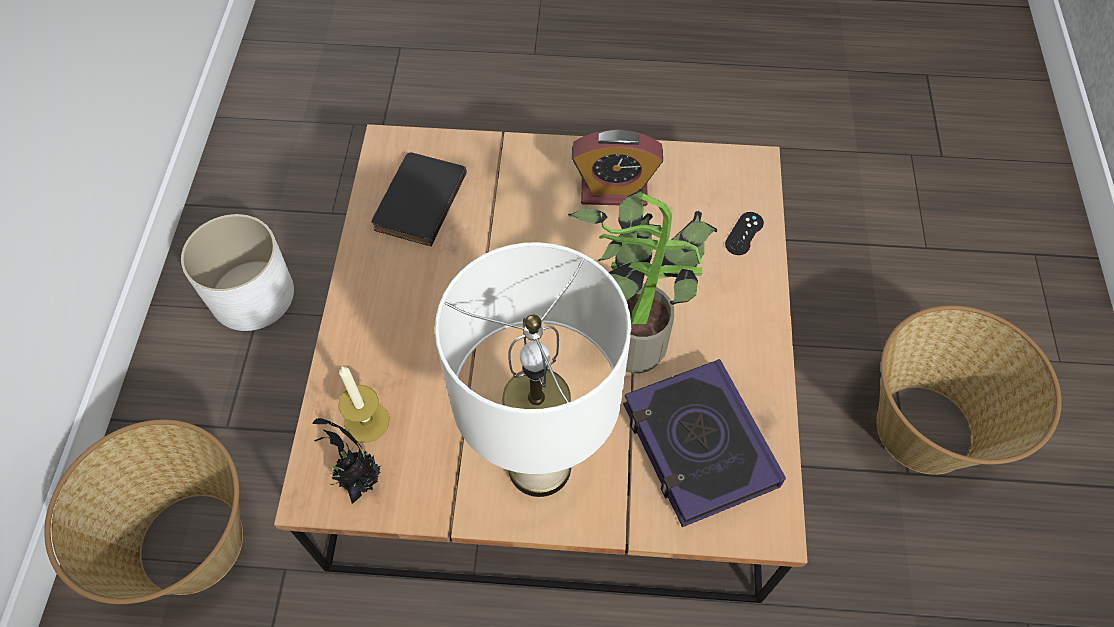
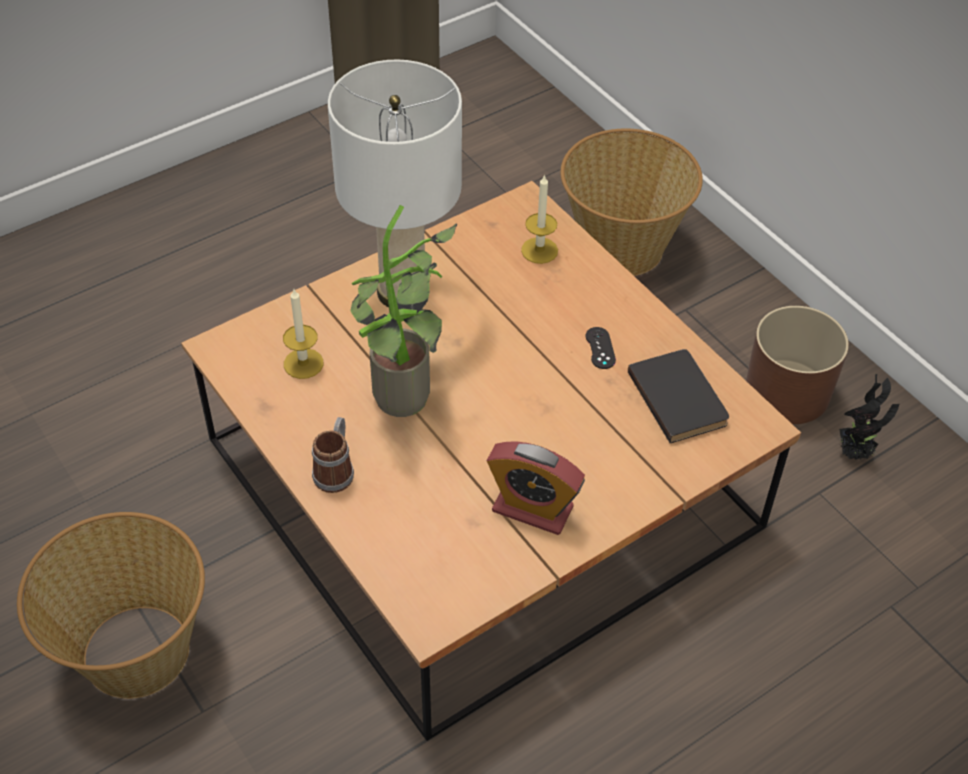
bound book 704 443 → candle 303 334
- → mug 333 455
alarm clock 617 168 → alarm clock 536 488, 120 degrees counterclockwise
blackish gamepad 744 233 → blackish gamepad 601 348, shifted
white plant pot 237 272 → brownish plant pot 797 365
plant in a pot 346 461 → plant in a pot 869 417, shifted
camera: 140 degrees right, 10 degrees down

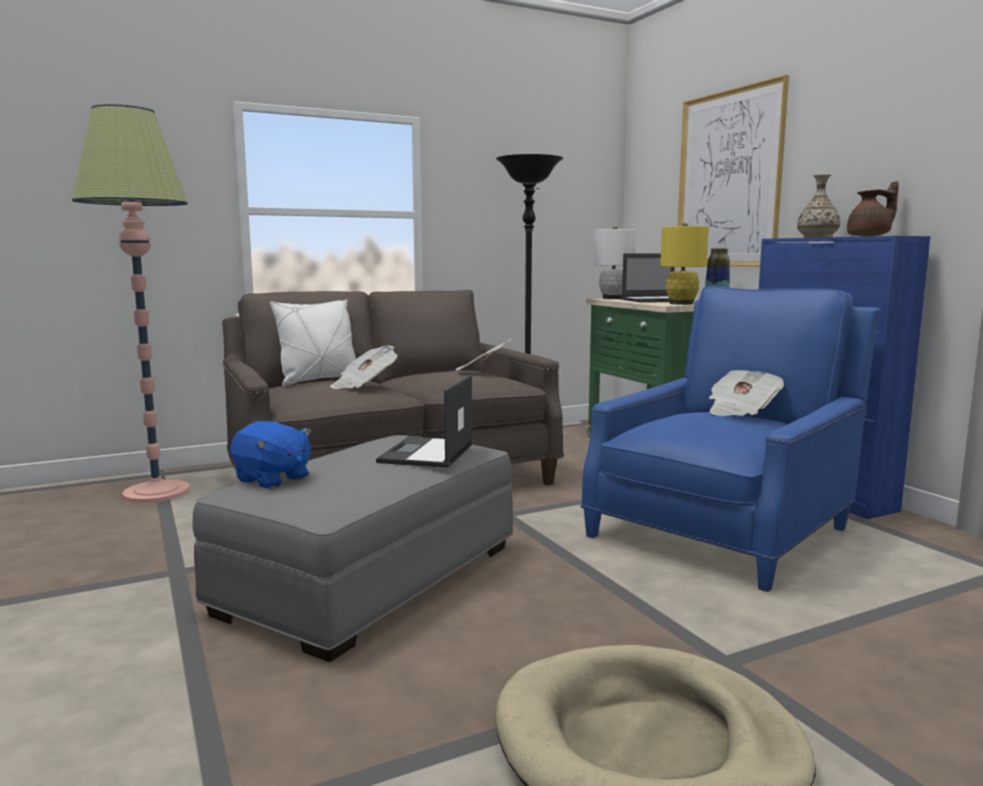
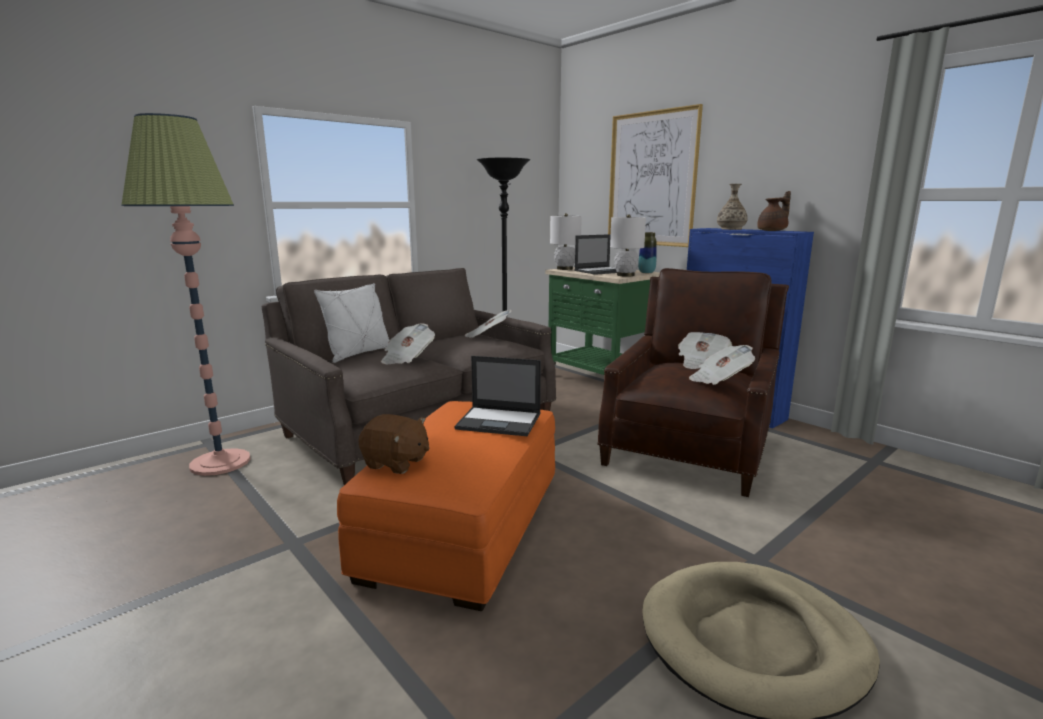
greyish ottoman 352 548 → orange-coloured ottoman 446 506
bluish cuddly toy 271 455 → brownish cuddly toy 393 444
laptop 424 421 → laptop 497 396, 75 degrees counterclockwise
bluish armchair 731 439 → brownish armchair 693 382
yellowish tabletop lamp 684 264 → white tabletop lamp 628 245
- → daily paper 722 365
camera: 15 degrees left, 5 degrees up

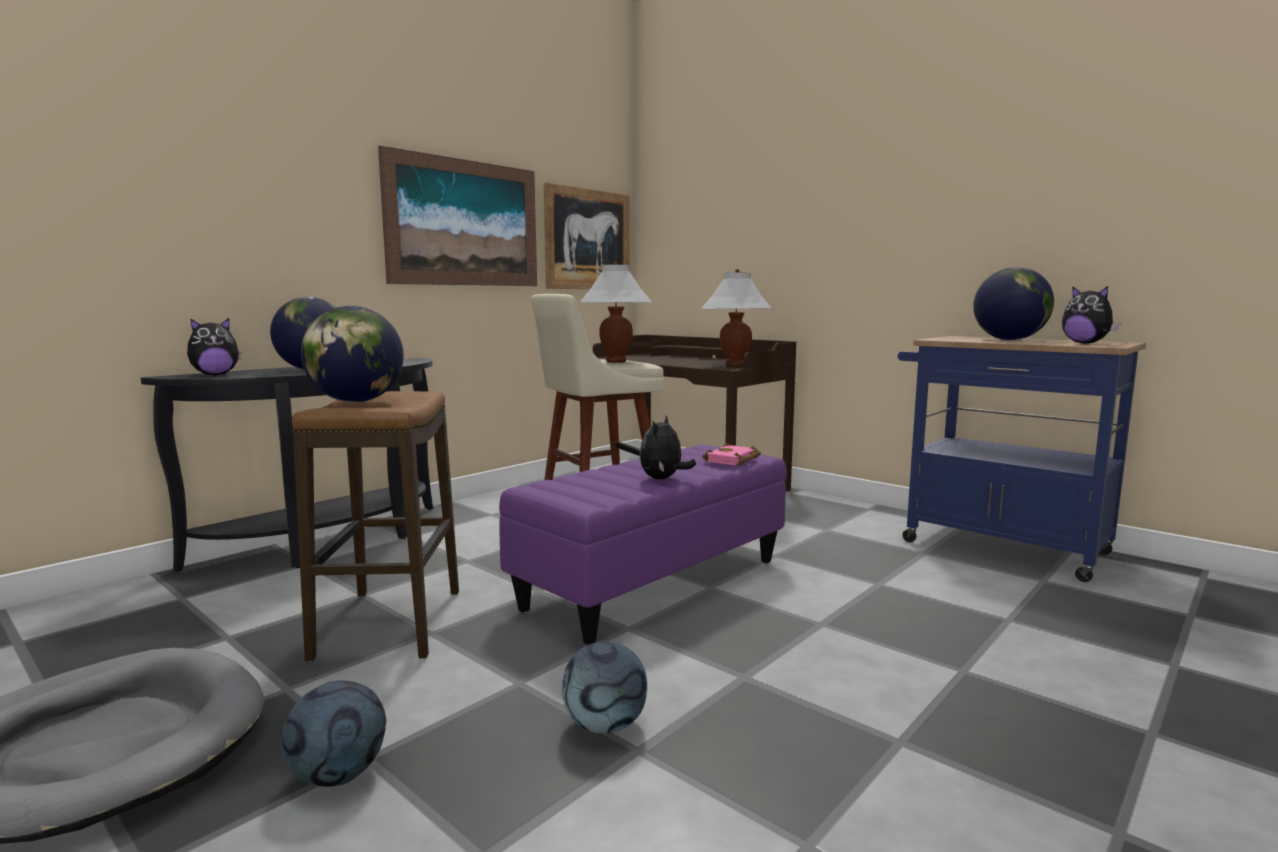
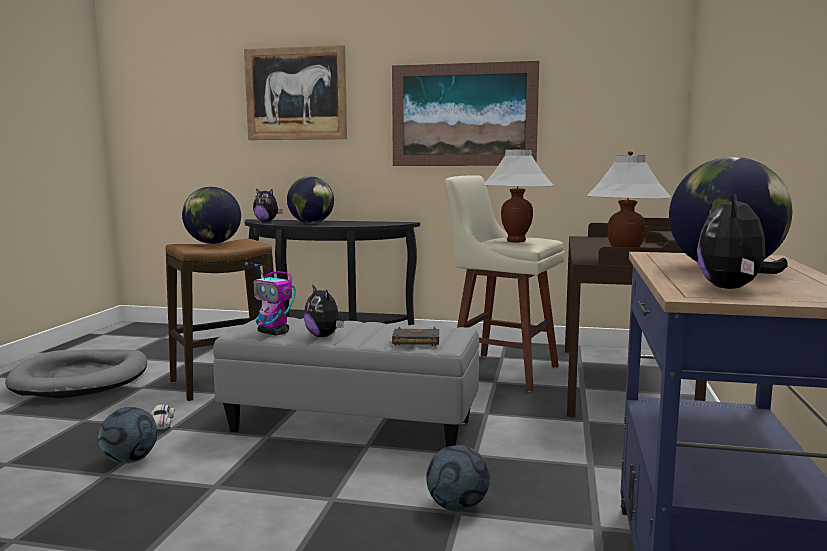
- → white toy car 163 416
purple-coloured ottoman 643 544 → greyish ottoman 346 382
wall art 587 236 → wall art 295 92, shifted
- → robot figure 270 298
cuddly toy 668 447 → cuddly toy 324 310, 120 degrees counterclockwise
pinkish bound book 731 454 → blackish bound book 415 336
ball for football 333 733 → ball for football 458 478, shifted
camera: 60 degrees right, 0 degrees up

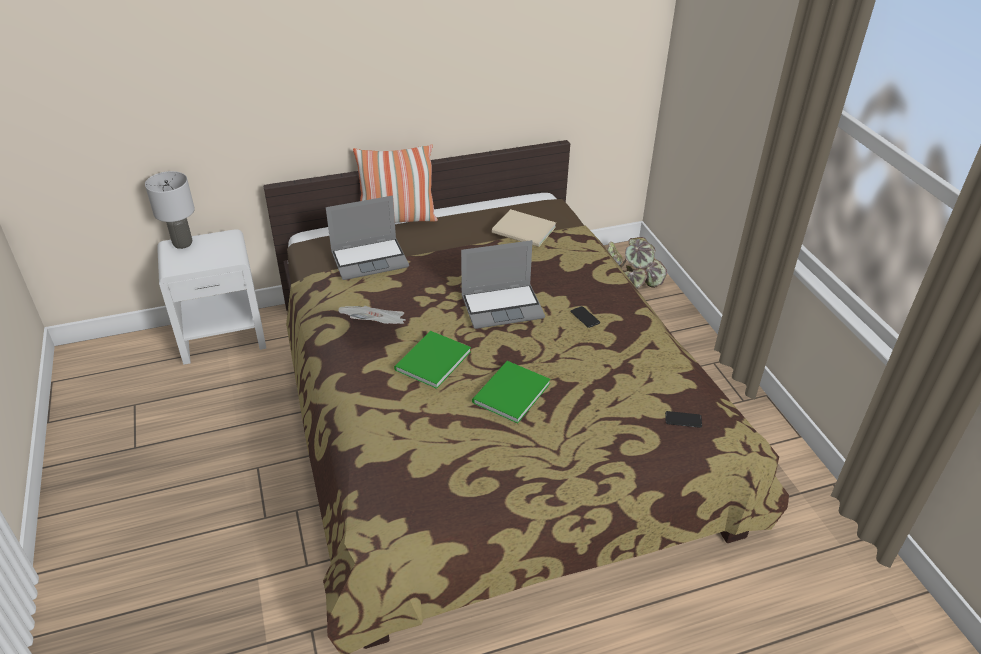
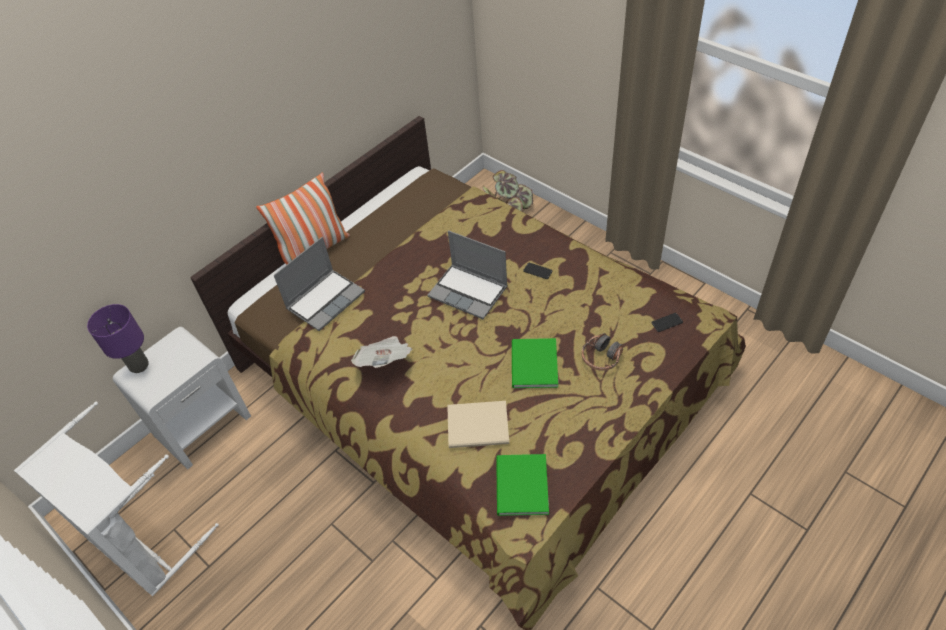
- → white laundry basket 116 499
white tabletop lamp 170 210 → purple-coloured tabletop lamp 118 338
laptop 503 284 → laptop 468 275, 75 degrees clockwise
beige bound book 524 228 → beige bound book 478 424, shifted
greenish bound book 432 360 → greenish bound book 522 485, shifted
- → headphones 602 352
camera: 25 degrees left, 10 degrees up

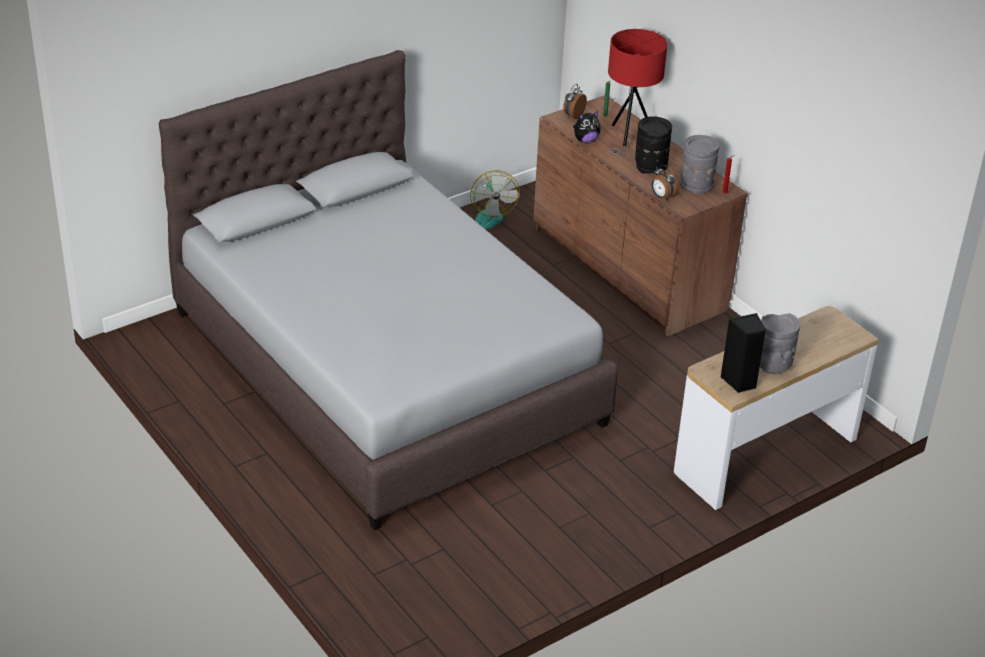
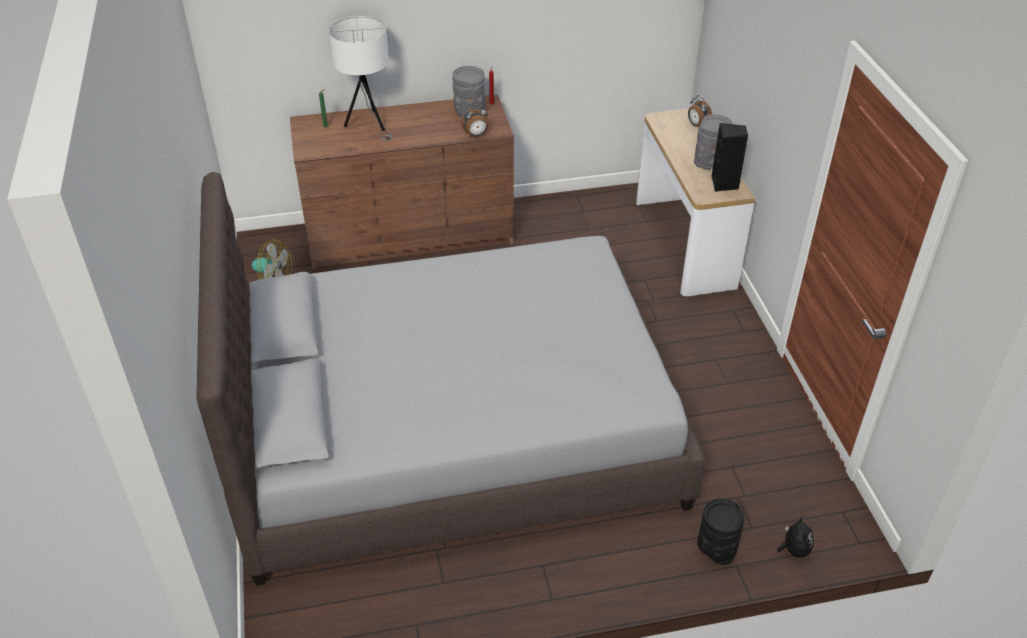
red tabletop lamp 638 91 → white tabletop lamp 360 78
alarm clock 575 101 → alarm clock 700 111, shifted
blackish vase 653 145 → blackish vase 720 531, shifted
cuddly toy 587 127 → cuddly toy 795 537, shifted
camera: 65 degrees left, 5 degrees up

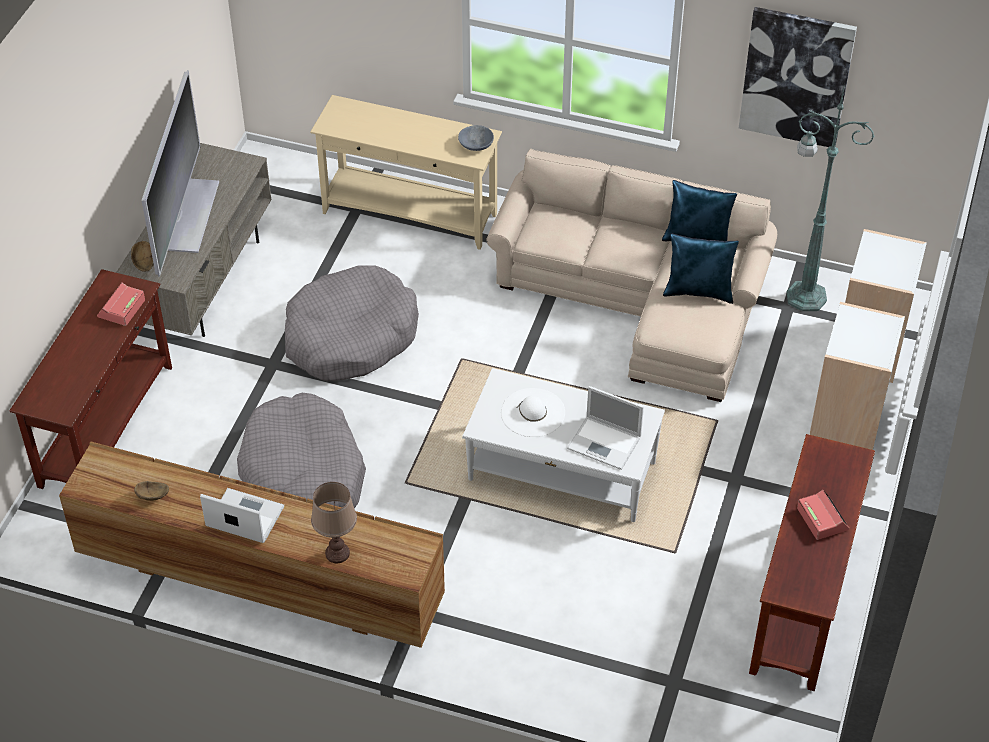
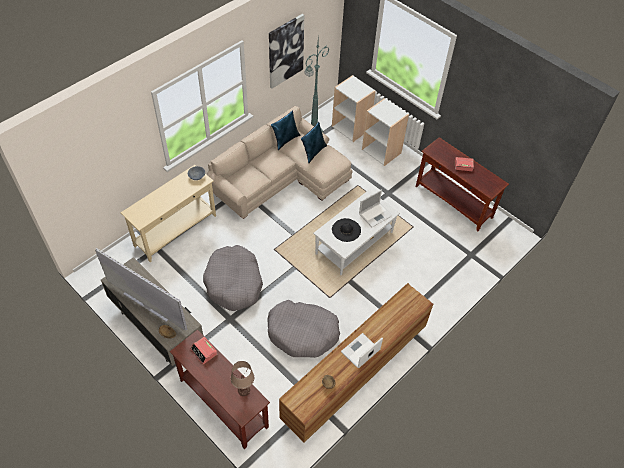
brownish tabletop lamp 334 522 → brownish tabletop lamp 242 378, shifted
white hat 533 412 → blackish hat 346 230
camera: 65 degrees left, 5 degrees up

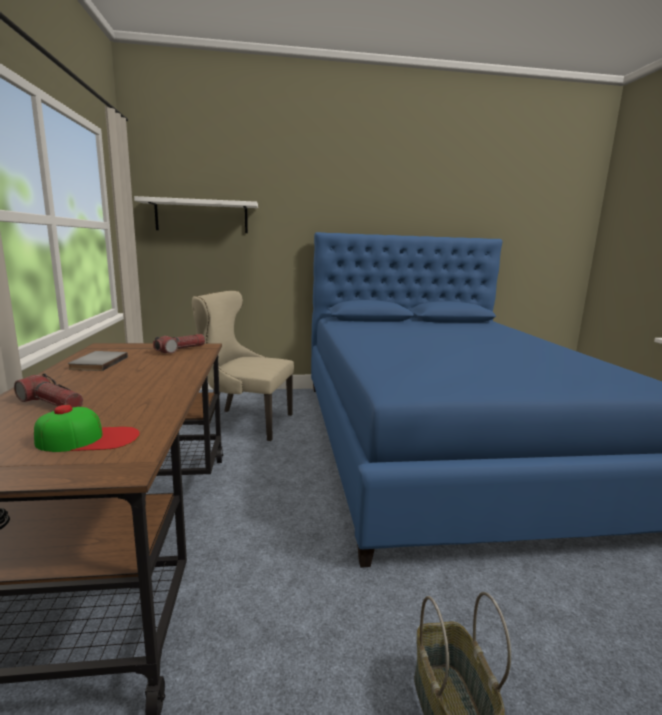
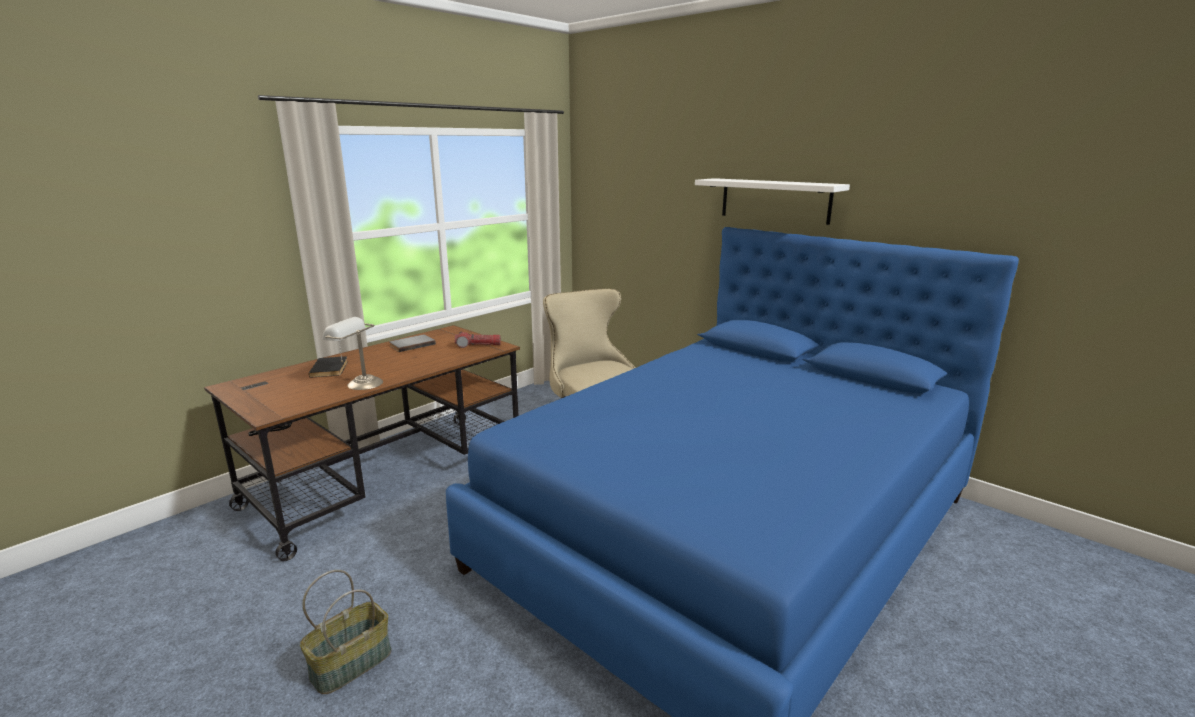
torch 48 390 → blackish bound book 328 367
- → white tabletop lamp 352 353
white bracket shelf 196 214 → white bracket shelf 772 201, shifted
peaked cap 87 428 → -
camera: 50 degrees right, 5 degrees up

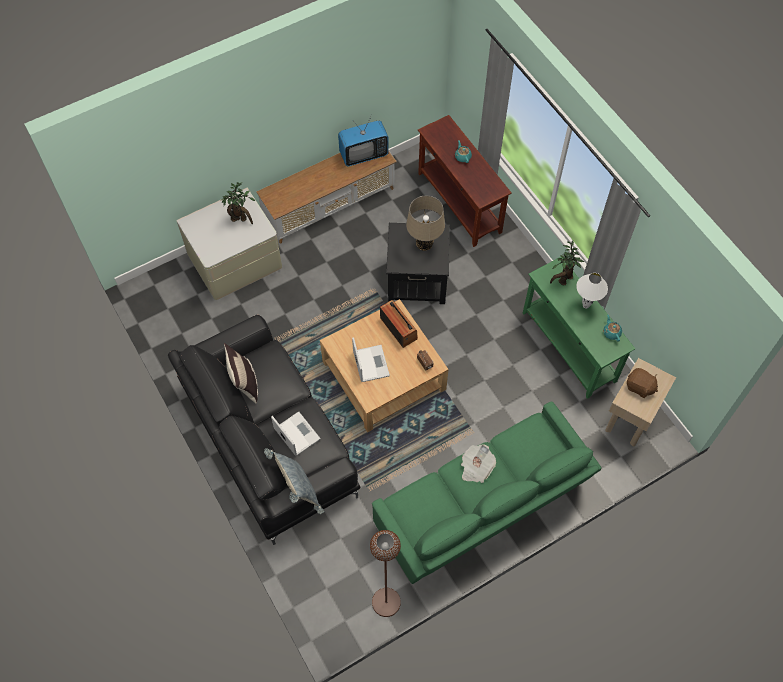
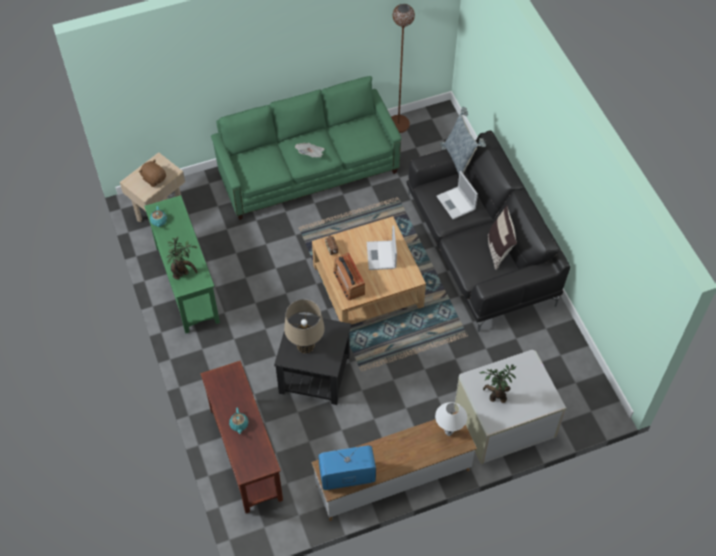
white tabletop lamp 592 291 → white tabletop lamp 451 419, shifted
camera: 170 degrees left, 5 degrees down

